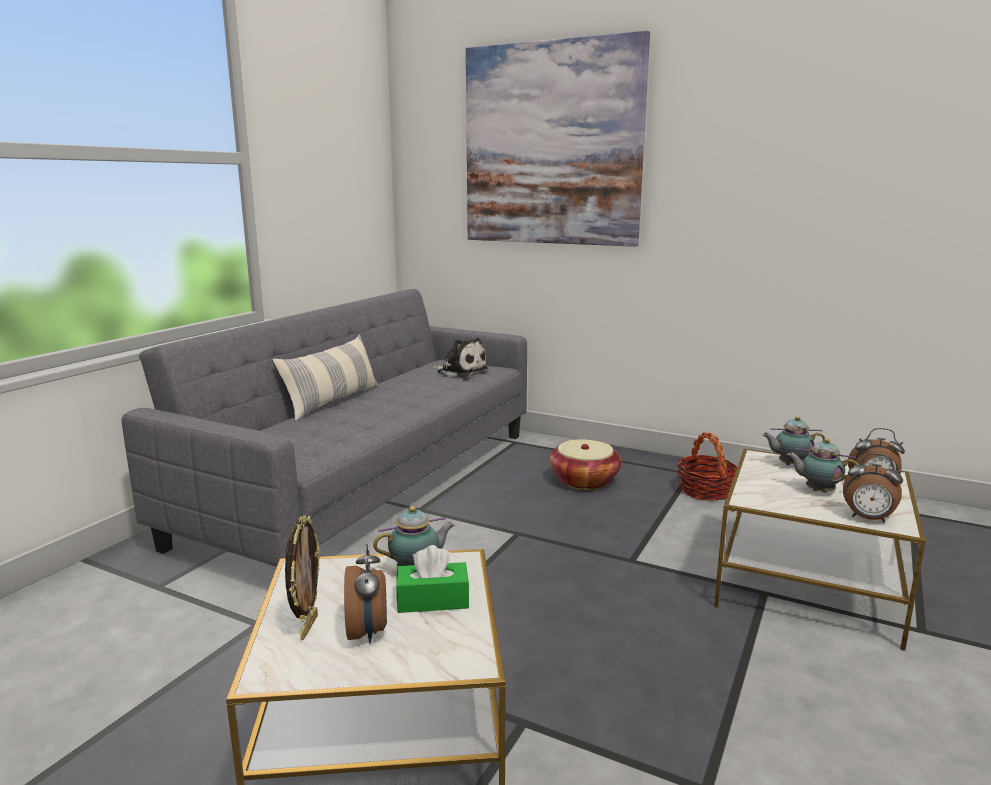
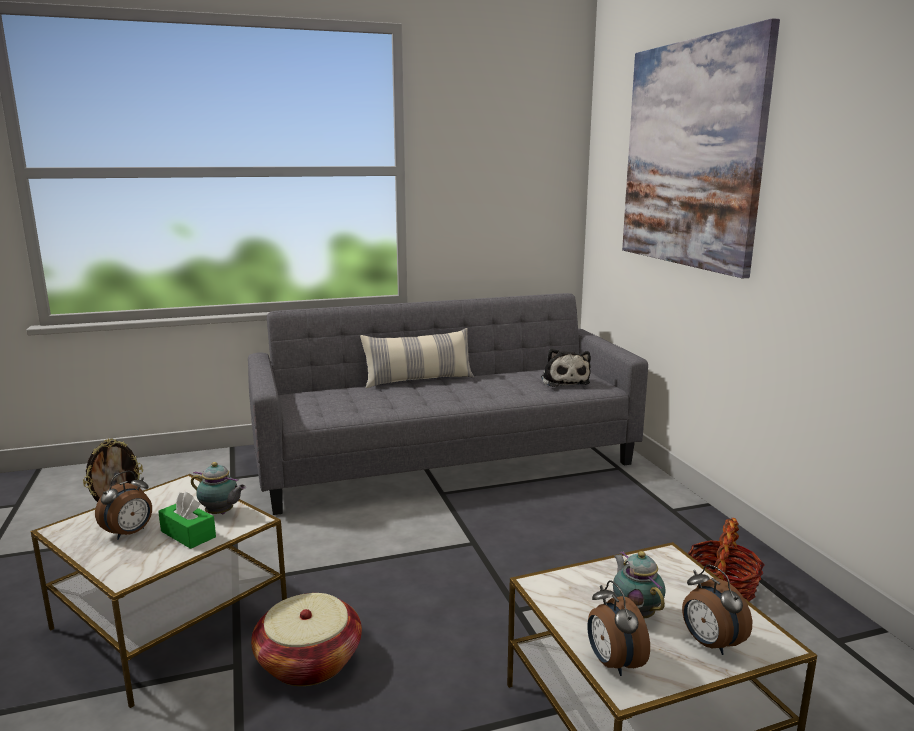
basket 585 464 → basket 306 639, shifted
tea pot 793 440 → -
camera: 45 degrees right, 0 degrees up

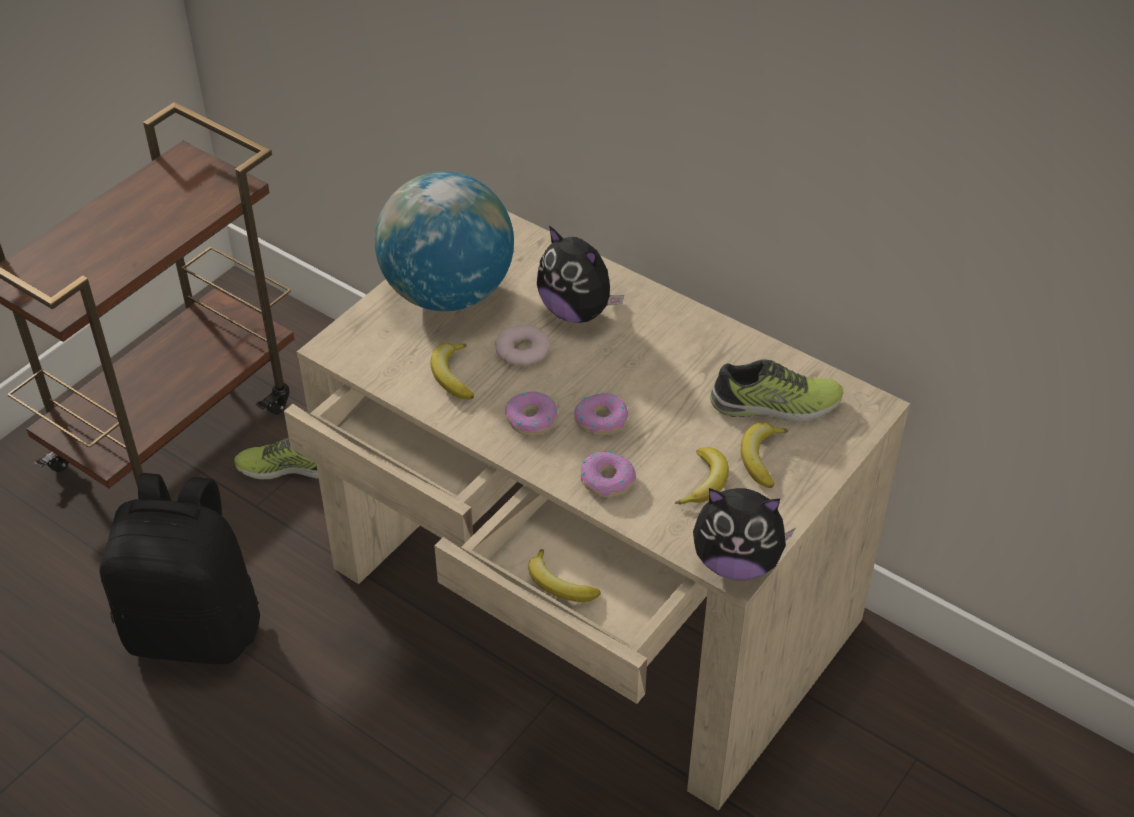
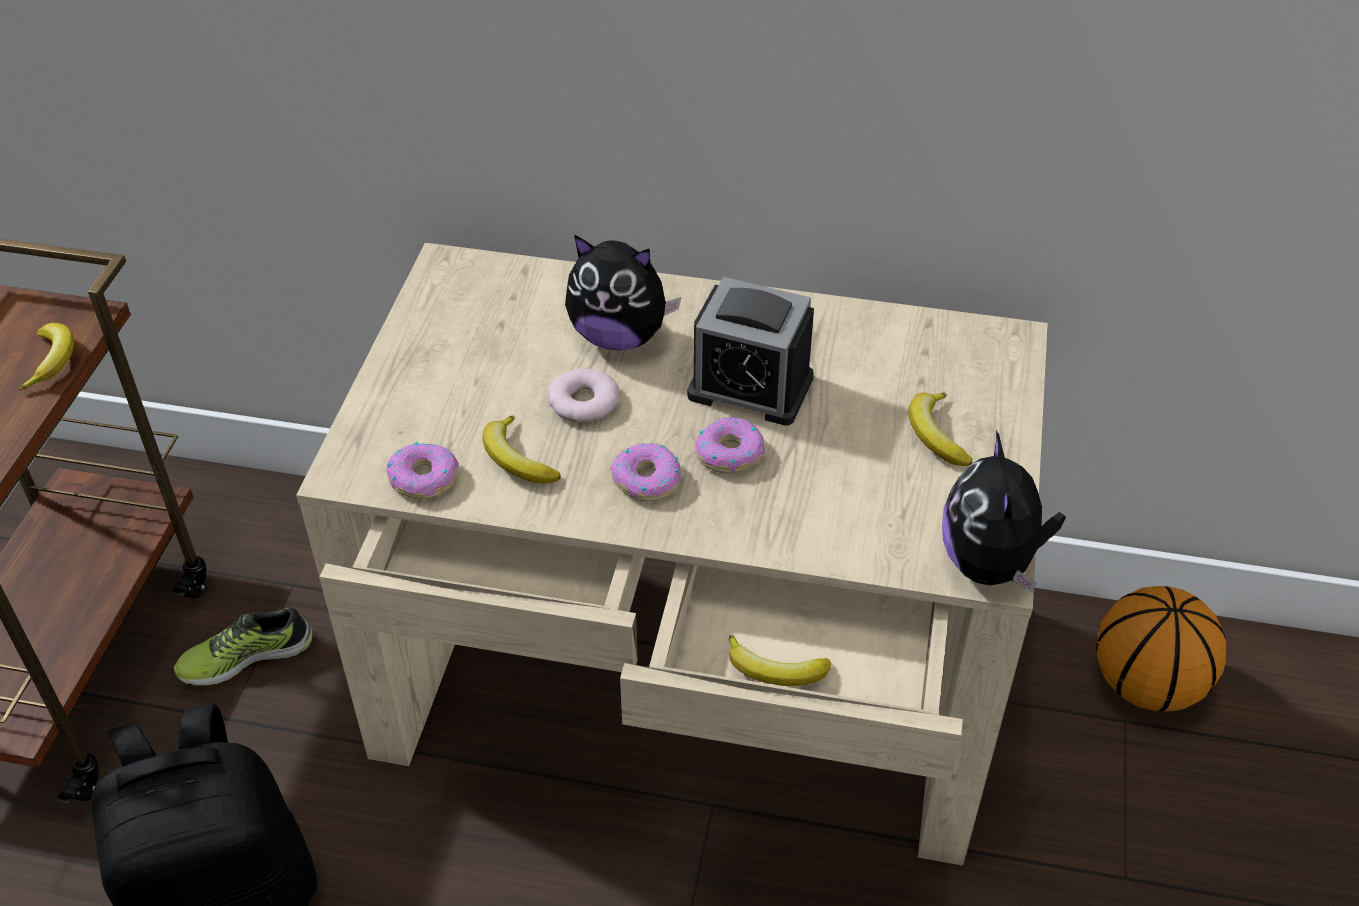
banana 702 476 → banana 46 356, shifted
ring doughnut 608 474 → ring doughnut 422 470, shifted
- → alarm clock 750 351
cuddly toy 744 534 → cuddly toy 1004 511, 105 degrees clockwise
- → ball for basketball 1161 649
desk globe 444 241 → -
shoe 776 390 → -
camera: 25 degrees left, 0 degrees up

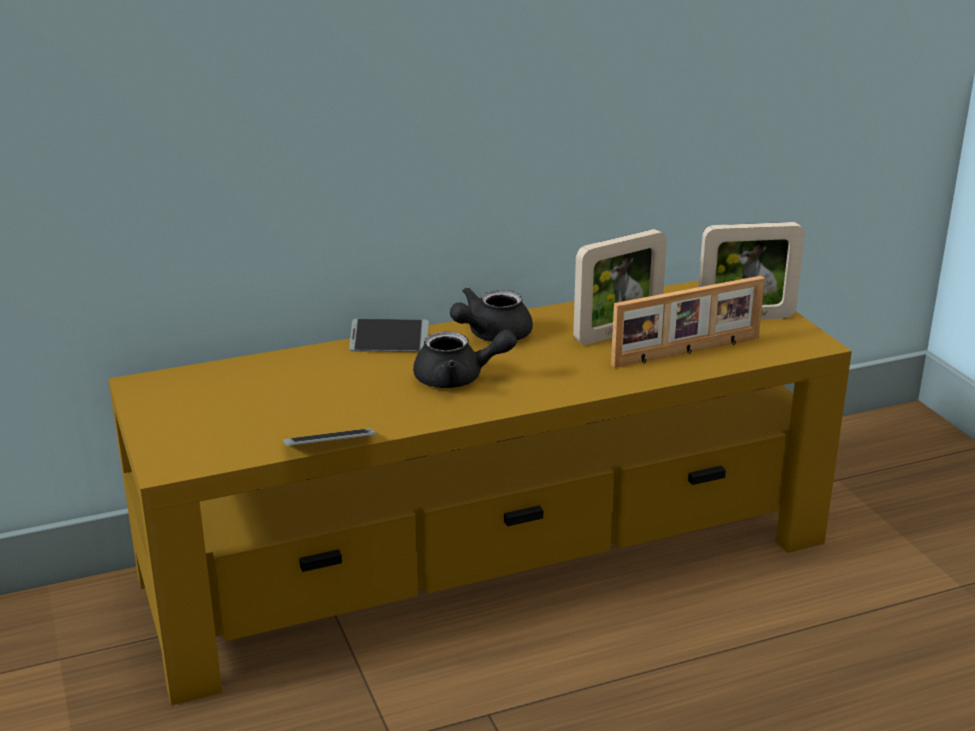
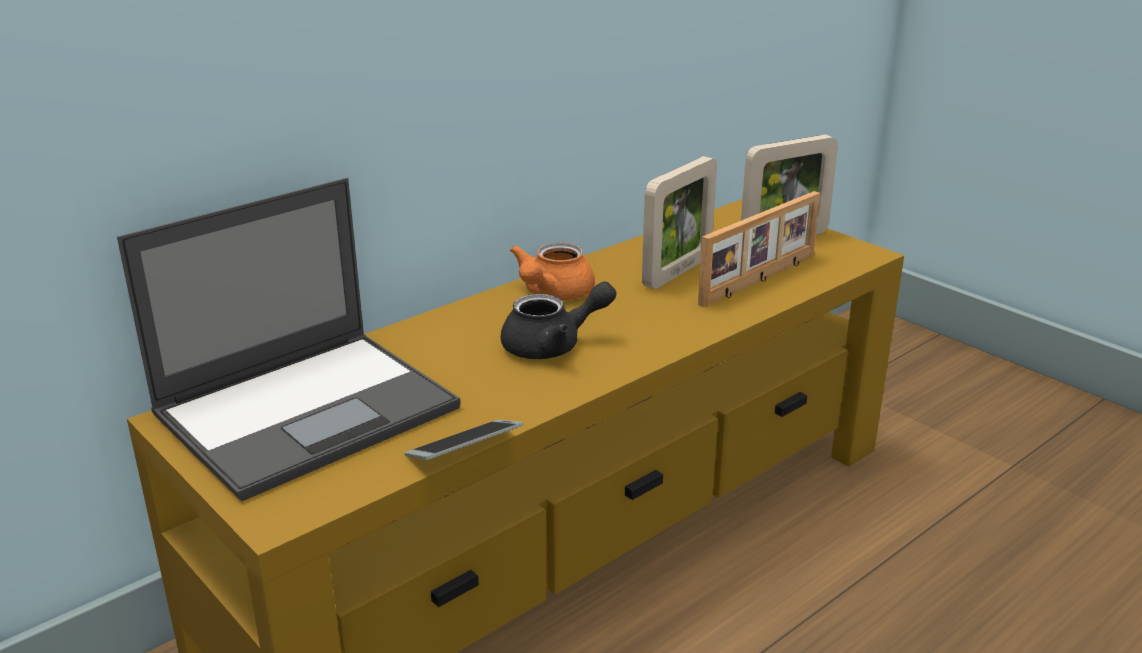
- → laptop 289 340
blackish tea pot 491 314 → orange-coloured tea pot 552 271
telephone 389 335 → -
camera: 20 degrees left, 0 degrees up

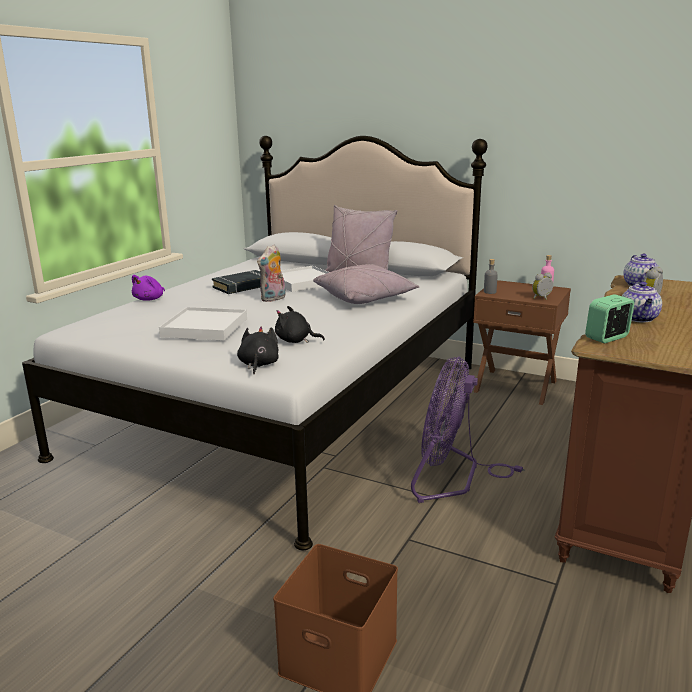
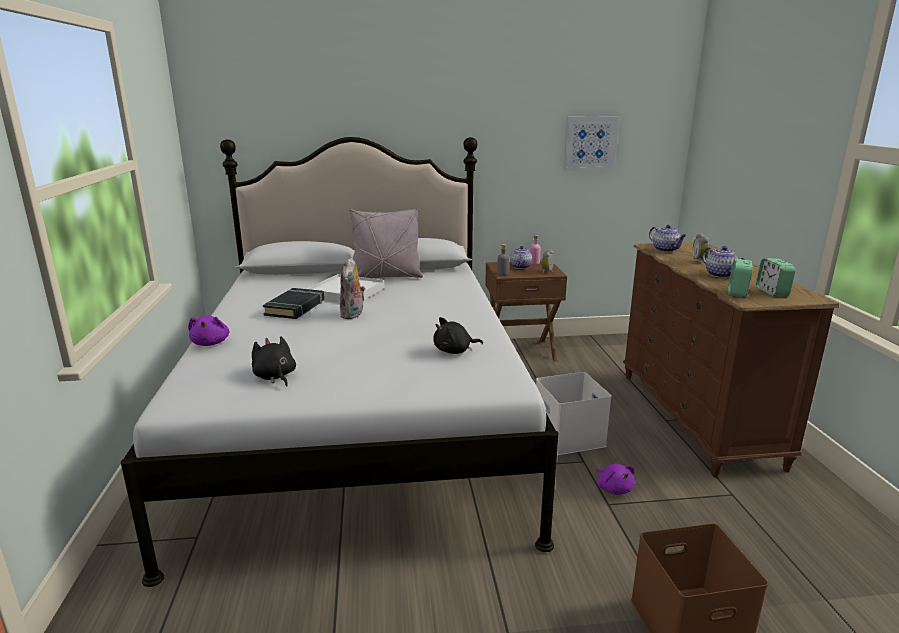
blackish cuddly toy 258 350 → blackish cuddly toy 274 361, shifted
- → tea pot 521 257
purple-coloured fan 468 429 → white storage box 574 413
- → wall art 591 143
- → purple-coloured cuddly toy 615 479
- → alarm clock 776 277
white serving tray 203 324 → -
purple-coloured cushion 366 284 → -
camera: 35 degrees left, 0 degrees up

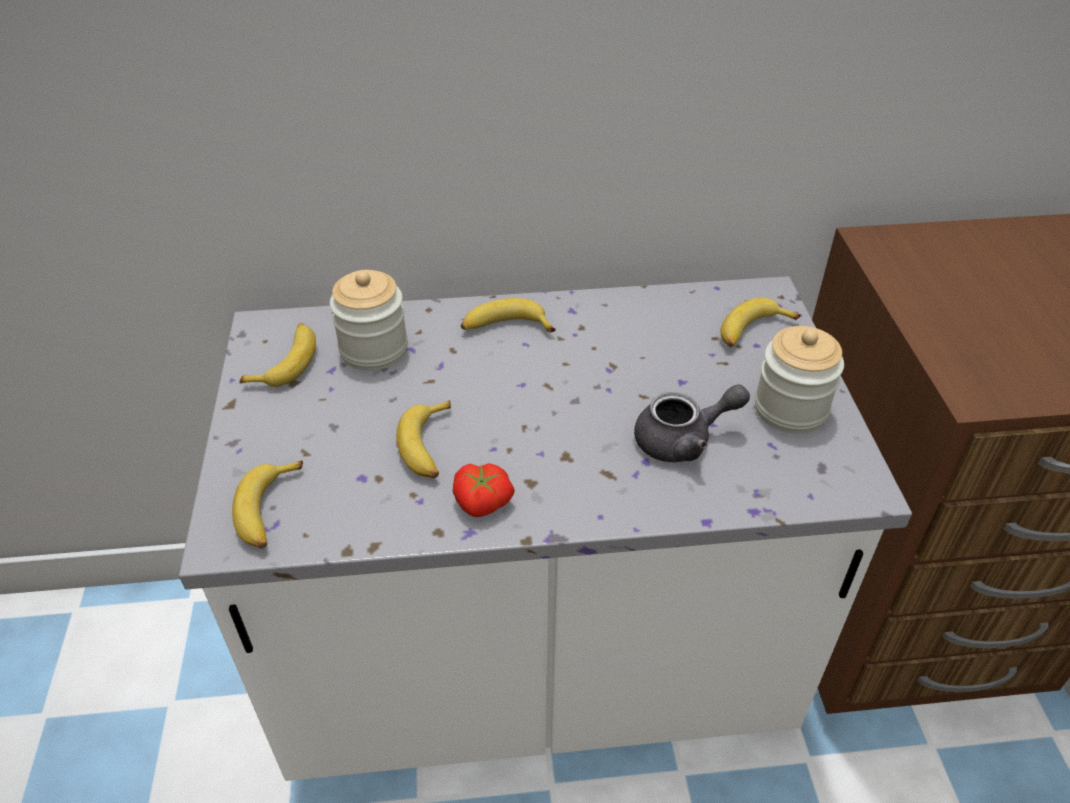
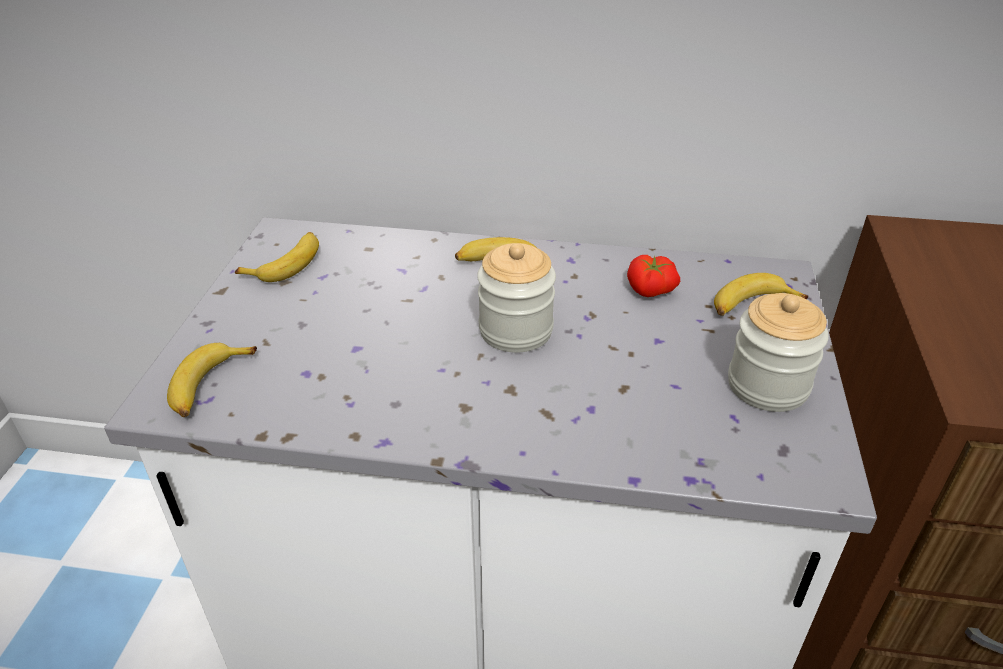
storage jar 369 320 → storage jar 516 298, shifted
tomato 484 490 → tomato 653 276, shifted
banana 423 439 → -
greyish tea pot 692 423 → -
camera: 15 degrees right, 5 degrees down

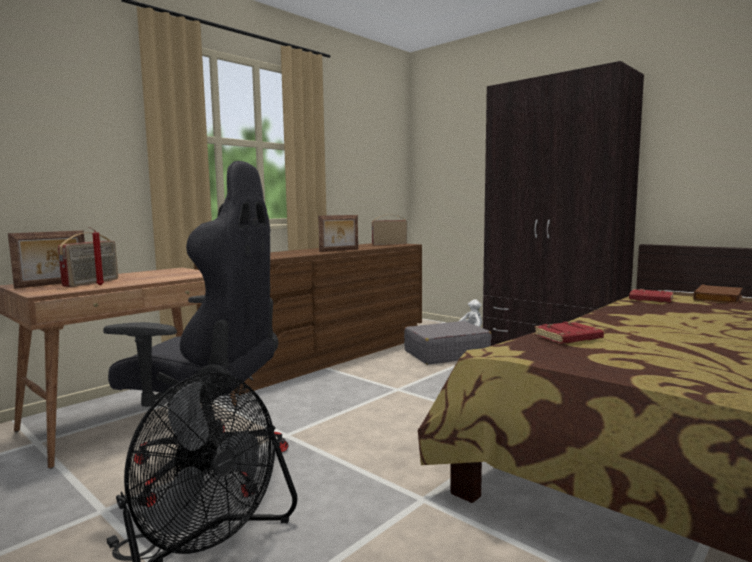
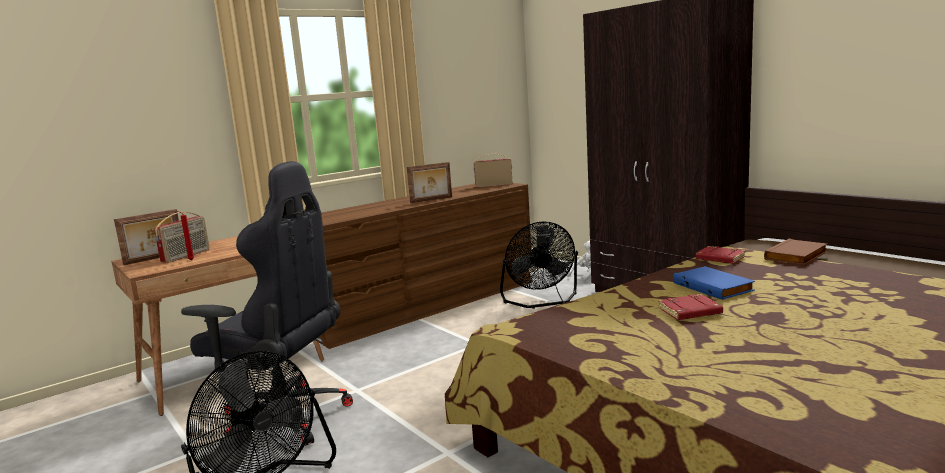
greyish travel case 447 343 → blackish fan 539 265
red bound book 569 333 → red bound book 690 307, shifted
- → bluish bound book 714 283
camera: 10 degrees right, 5 degrees up

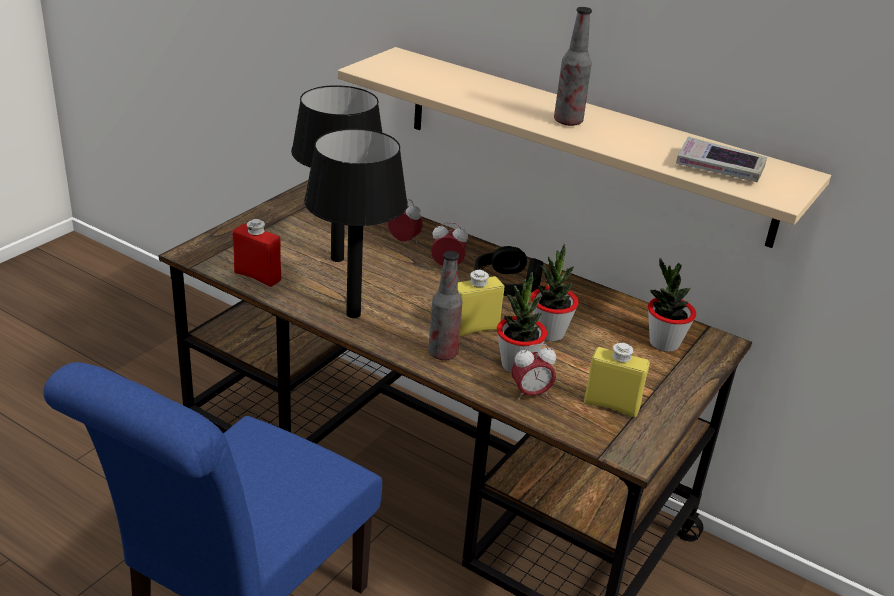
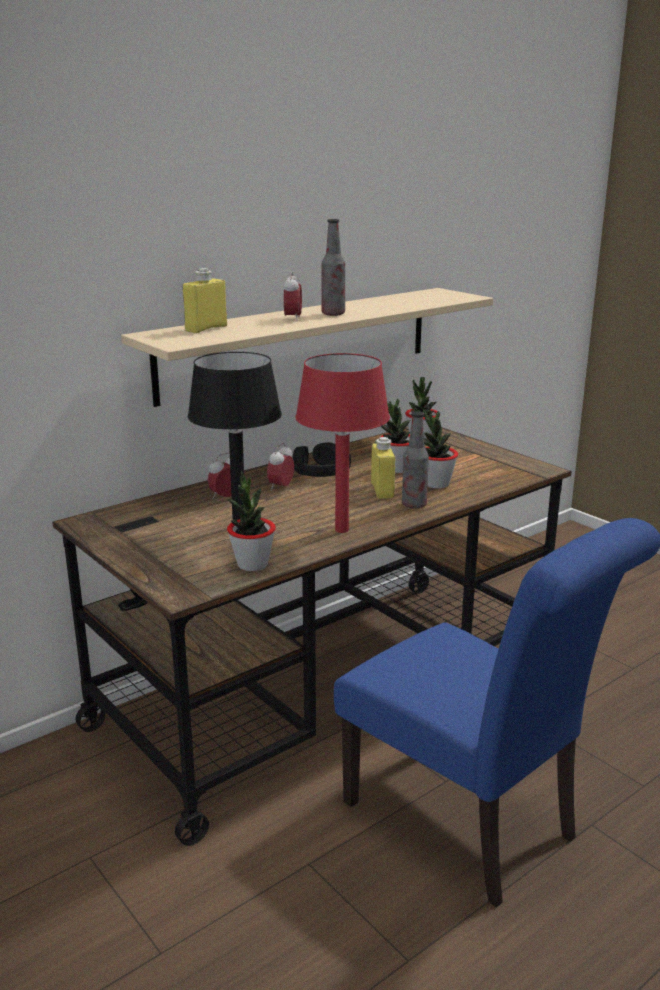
yellowish bottle 617 380 → yellowish bottle 205 300, shifted
red bottle 256 253 → plant in a pot 251 521
alarm clock 533 372 → alarm clock 292 296, shifted
blackish tabletop lamp 356 223 → red tabletop lamp 342 443
bound book 721 159 → -
camera: 70 degrees left, 10 degrees down

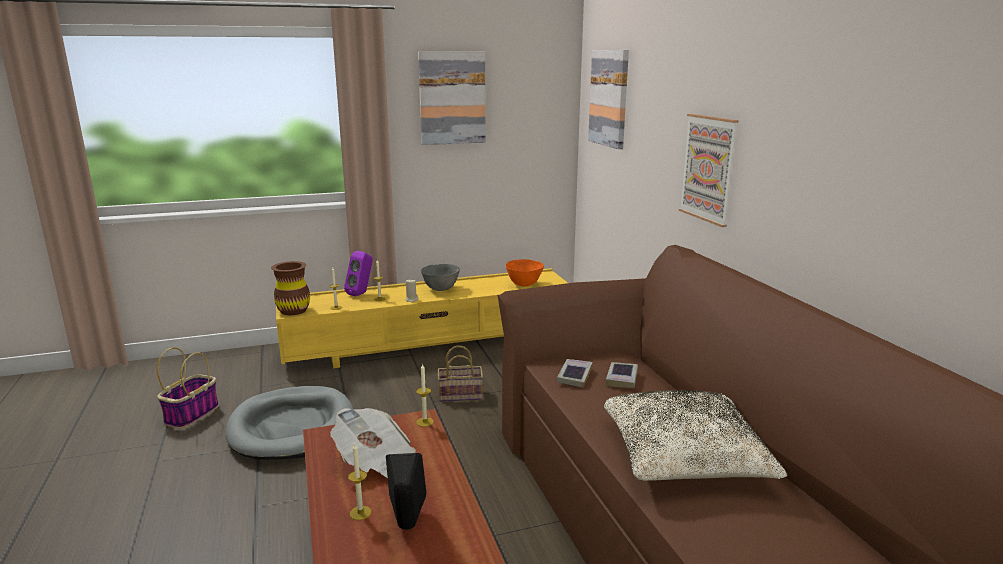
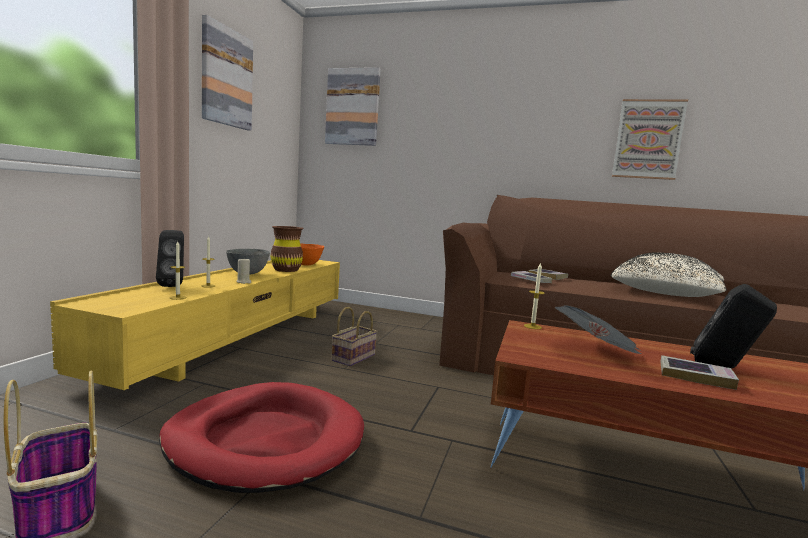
purple-coloured loudspeaker 358 274 → blackish loudspeaker 170 258
greyish dog bed 289 423 → red dog bed 261 437
brownish vase 290 288 → brownish vase 286 249, shifted
wall art 709 170 → wall art 650 139, shifted
candle 359 482 → bound book 700 372
camera: 55 degrees left, 10 degrees down

